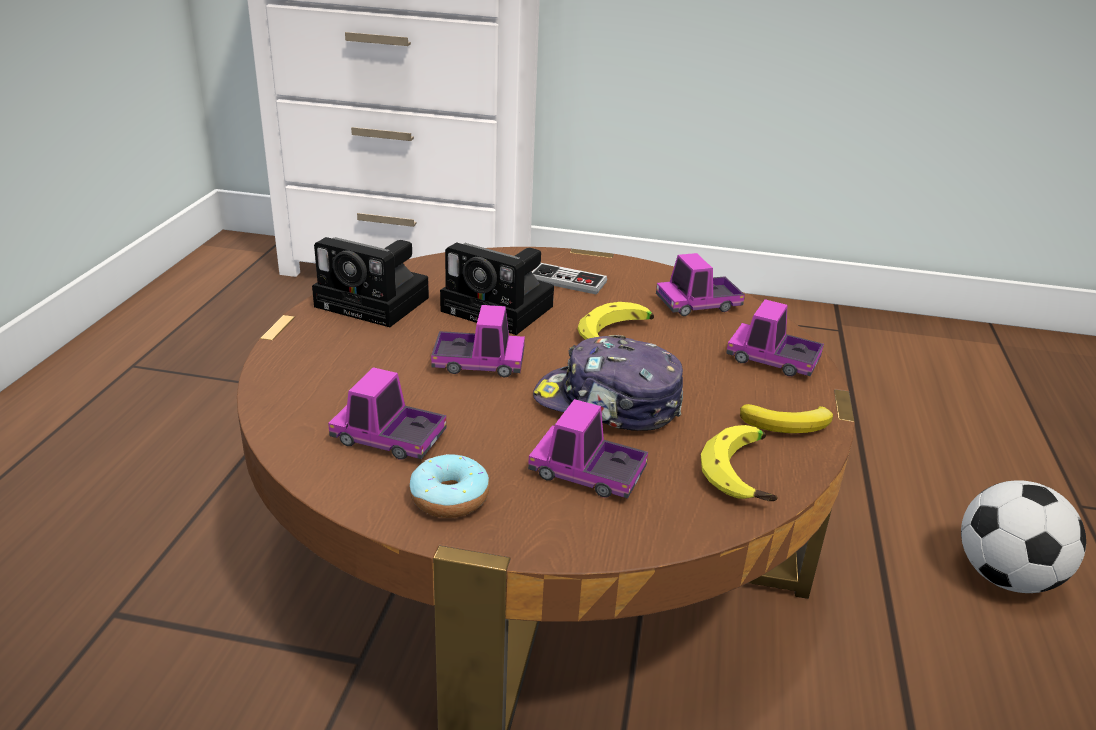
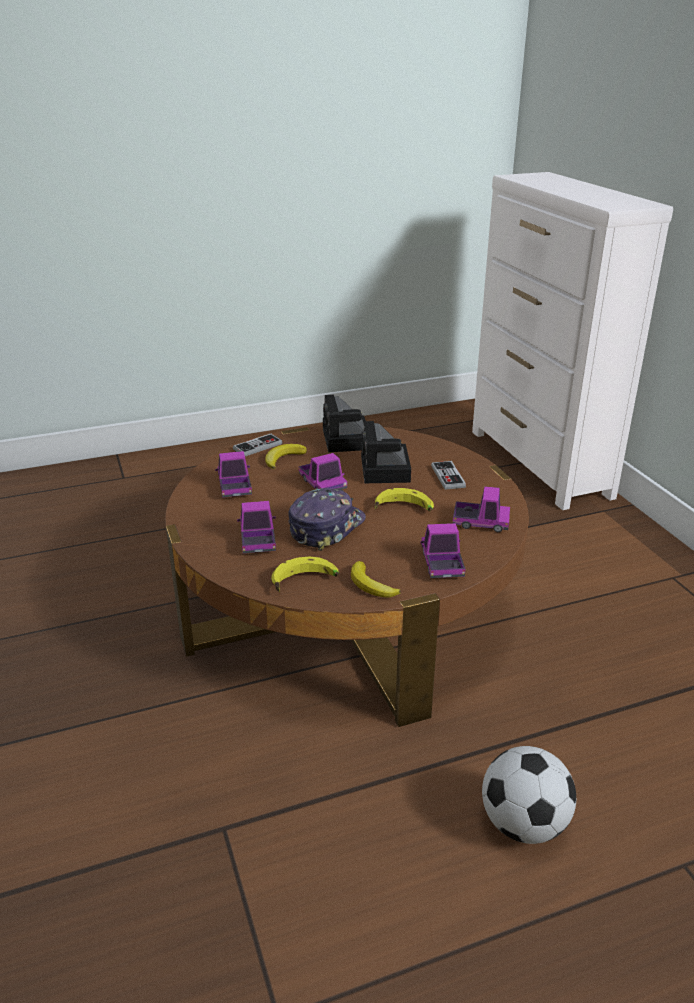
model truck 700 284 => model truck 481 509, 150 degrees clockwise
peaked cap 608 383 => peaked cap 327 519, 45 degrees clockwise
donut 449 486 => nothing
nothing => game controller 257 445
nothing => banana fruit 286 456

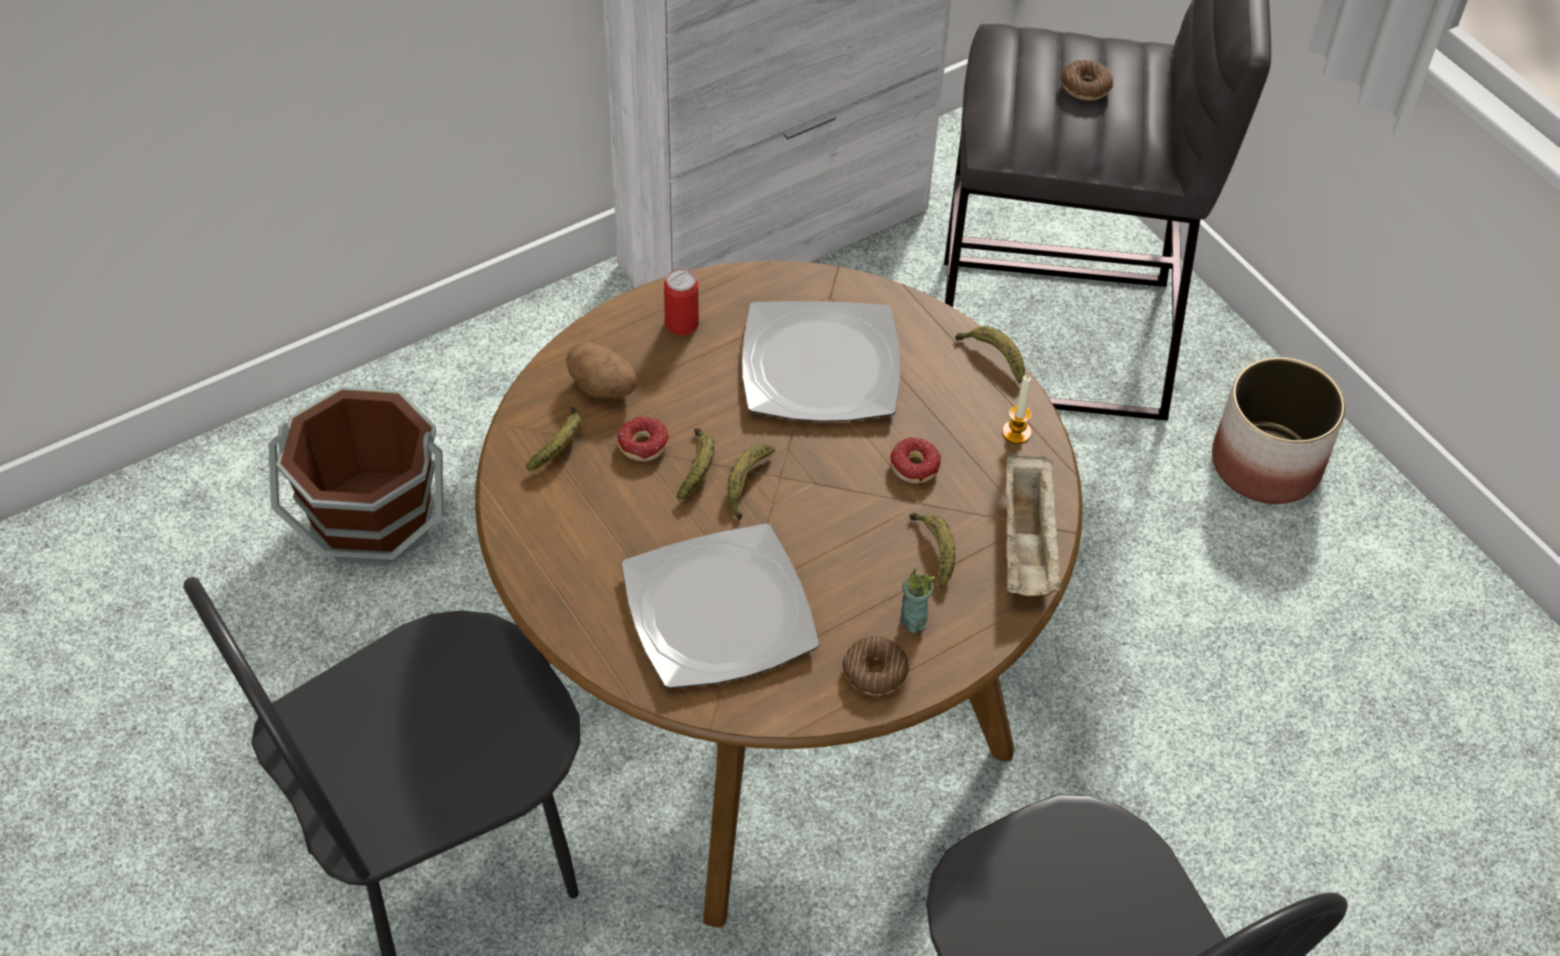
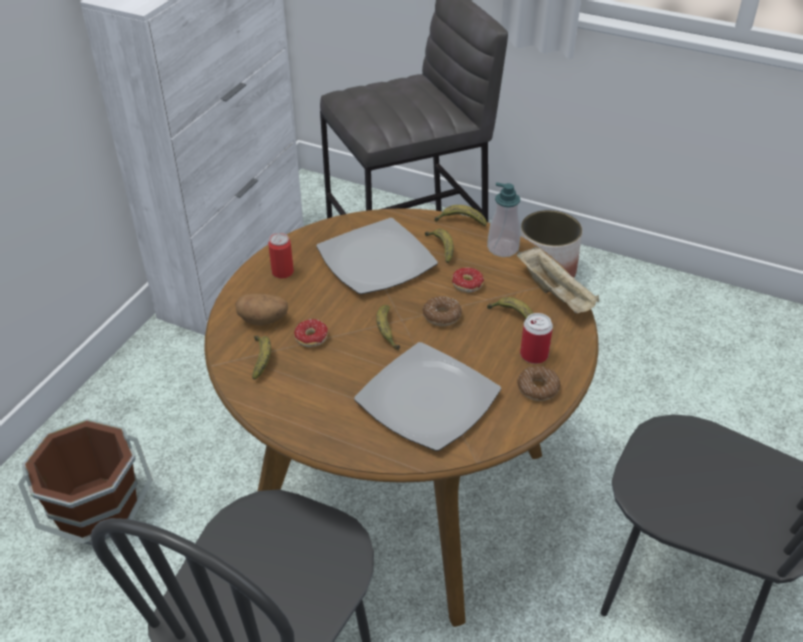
donut 1087 80 => donut 442 311, move
wax candle 1017 409 => soap dispenser 504 219
banana fruit 695 463 => banana fruit 439 246, move
cup 918 601 => can 536 338

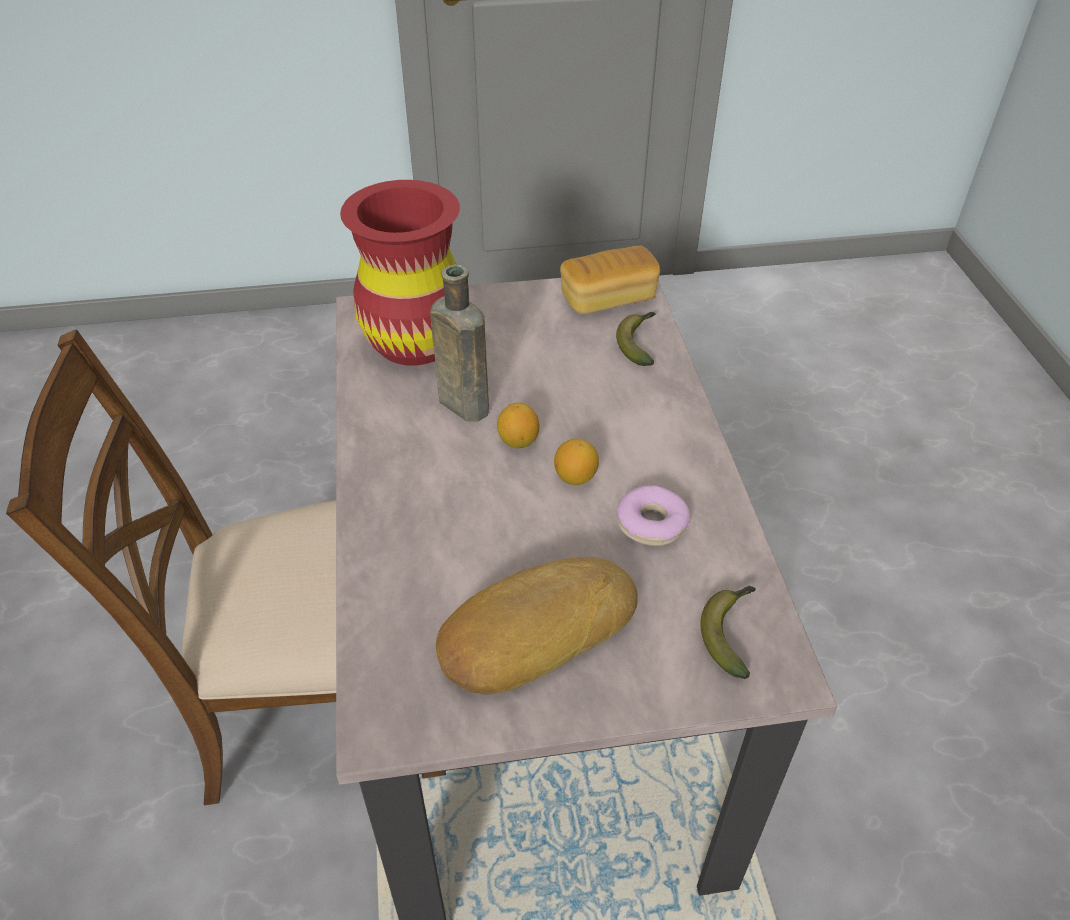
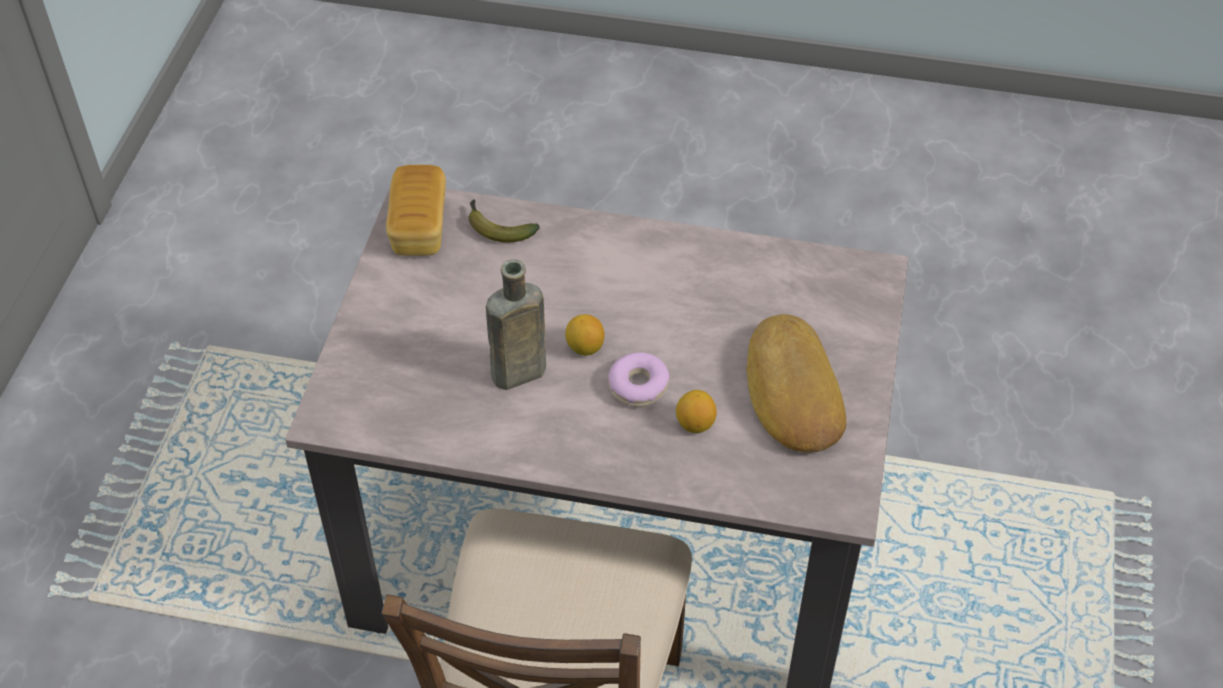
reddish vase 400 273 => nothing
lemon 576 461 => lemon 696 411, move
donut 654 515 => donut 639 379, move
banana fruit 728 632 => nothing

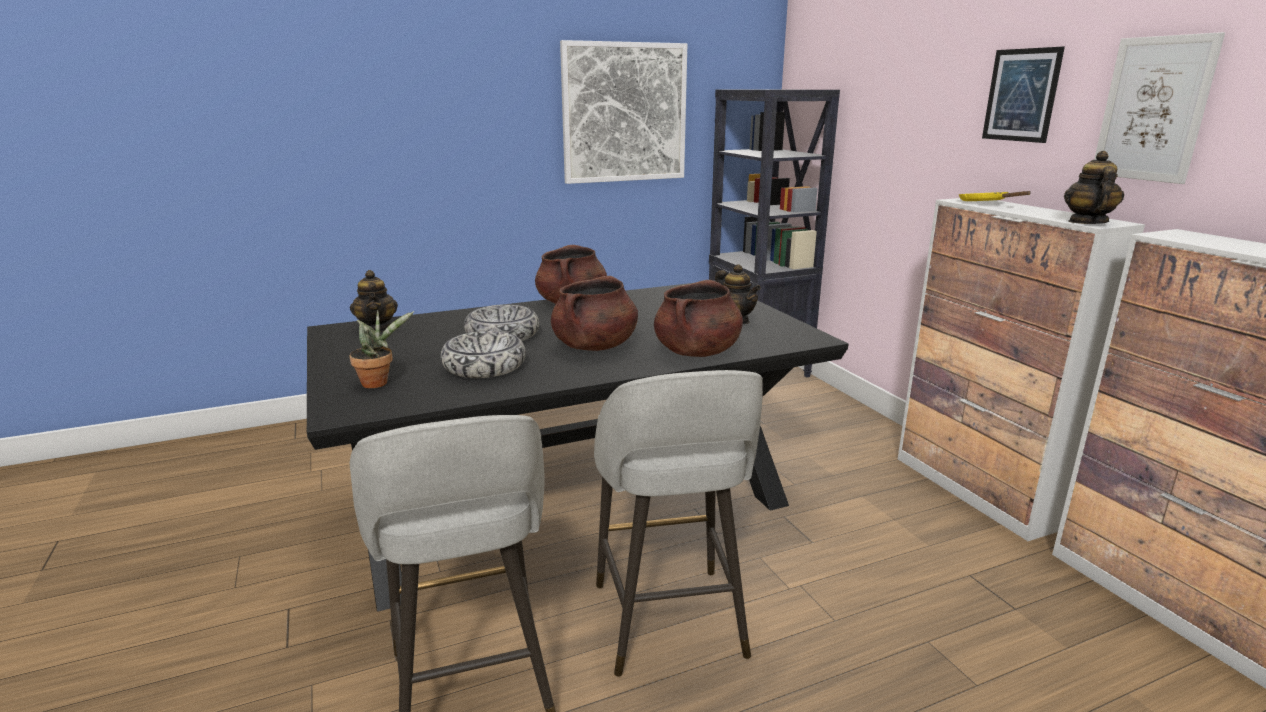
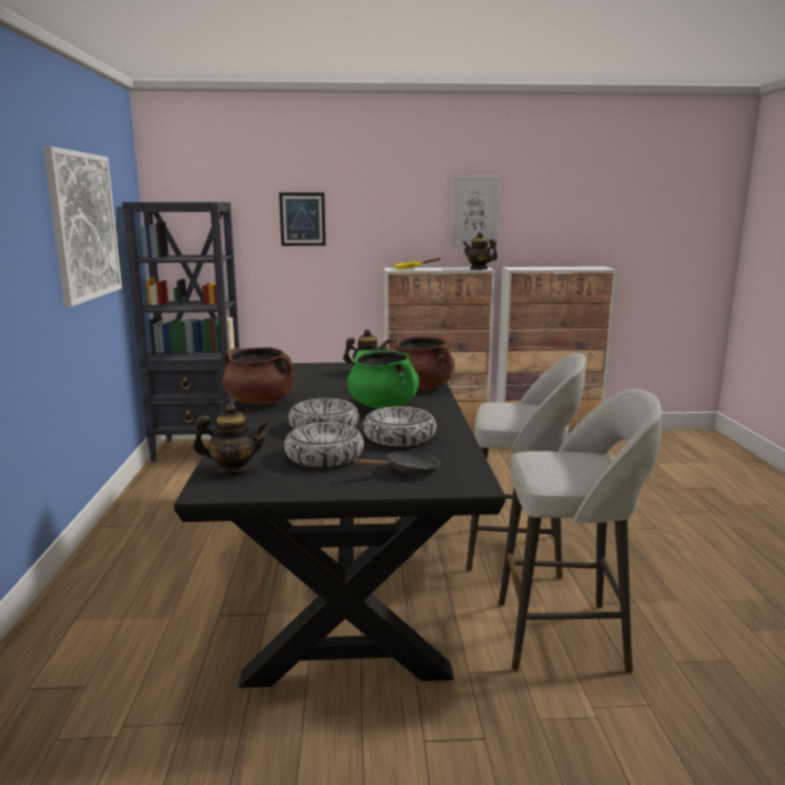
wall picture 1023 95 => wall picture 302 219, move
brown stockpot 594 313 => green stockpot 383 379
plant in a pot 381 349 => black-coloured pan 396 462
nothing => deep dish 324 444

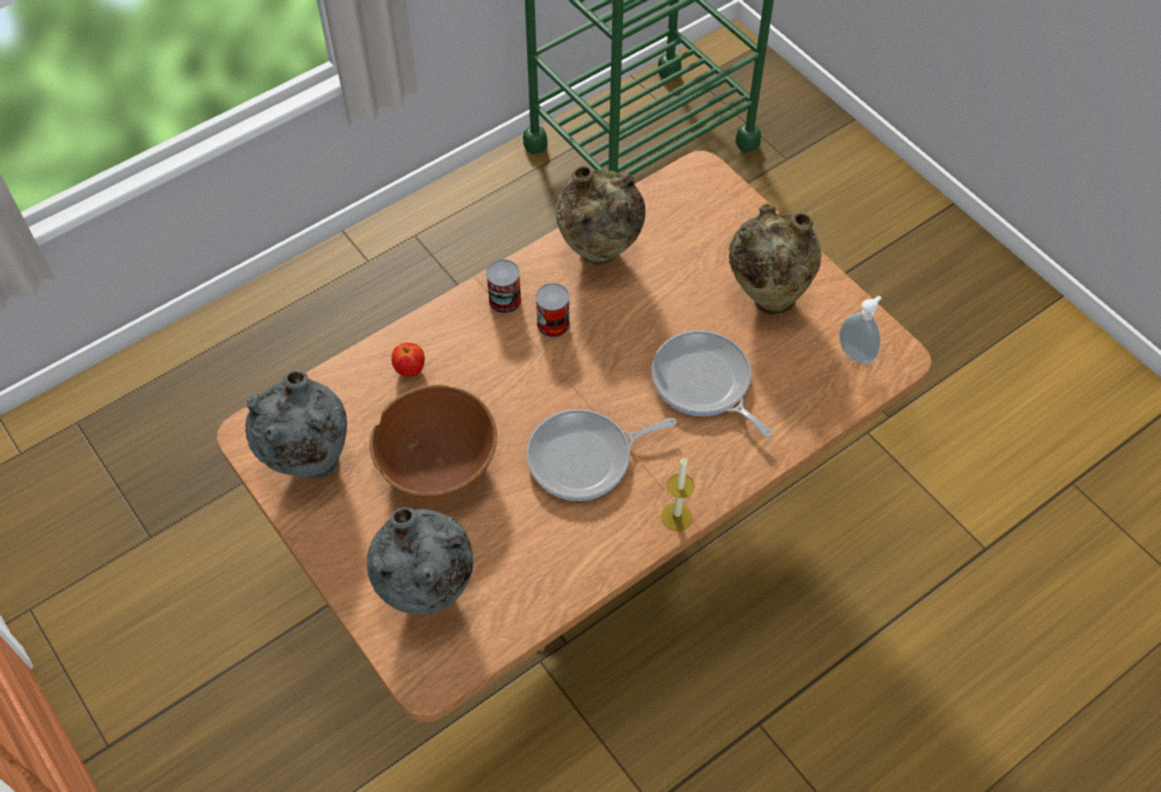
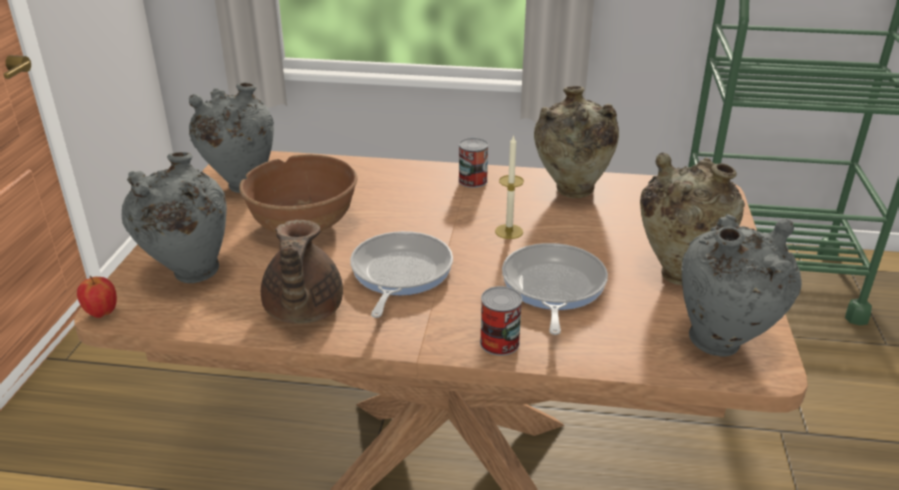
can 553 310 => can 501 321, move
soap dispenser 860 330 => greyish vase 741 285
apple fruit 408 359 => apple fruit 97 297, move
pan 601 455 => pan 401 274, 75 degrees clockwise
wax candle 678 494 => wax candle 509 187, move
nothing => brown pot for tea 302 272

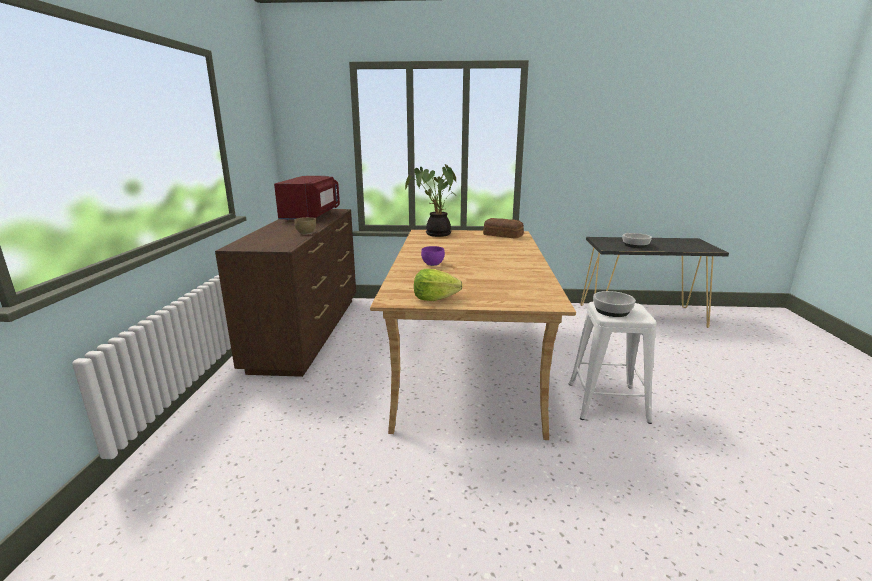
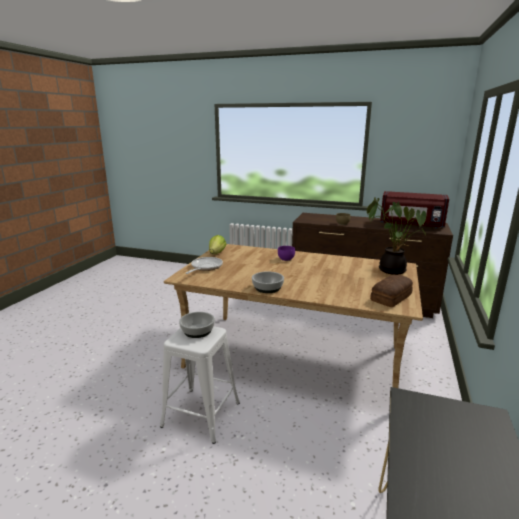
deep dish 637 240 => deep dish 268 282, move
nothing => pan 204 265

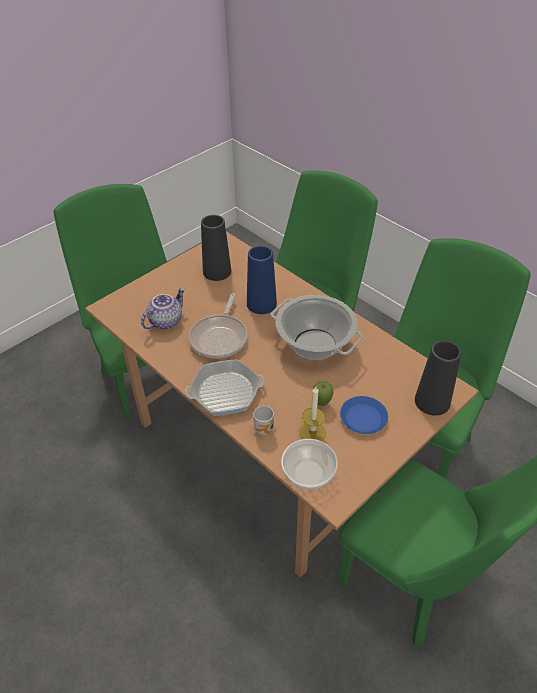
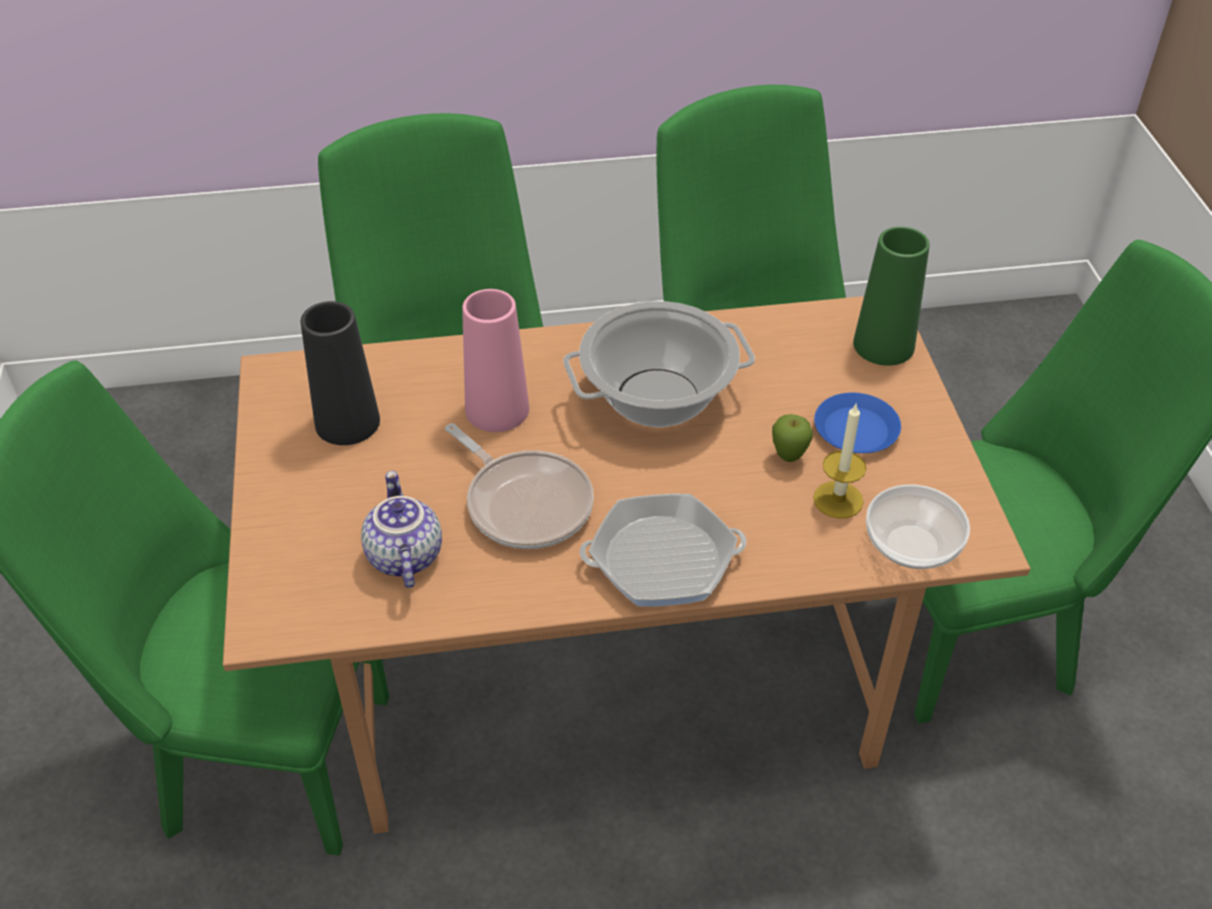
blue vase 262 280 => pinkish vase 495 360
black-coloured vase 438 378 => green vase 891 296
pan 224 387 => pan 663 550, 120 degrees counterclockwise
tea mug 263 420 => nothing

